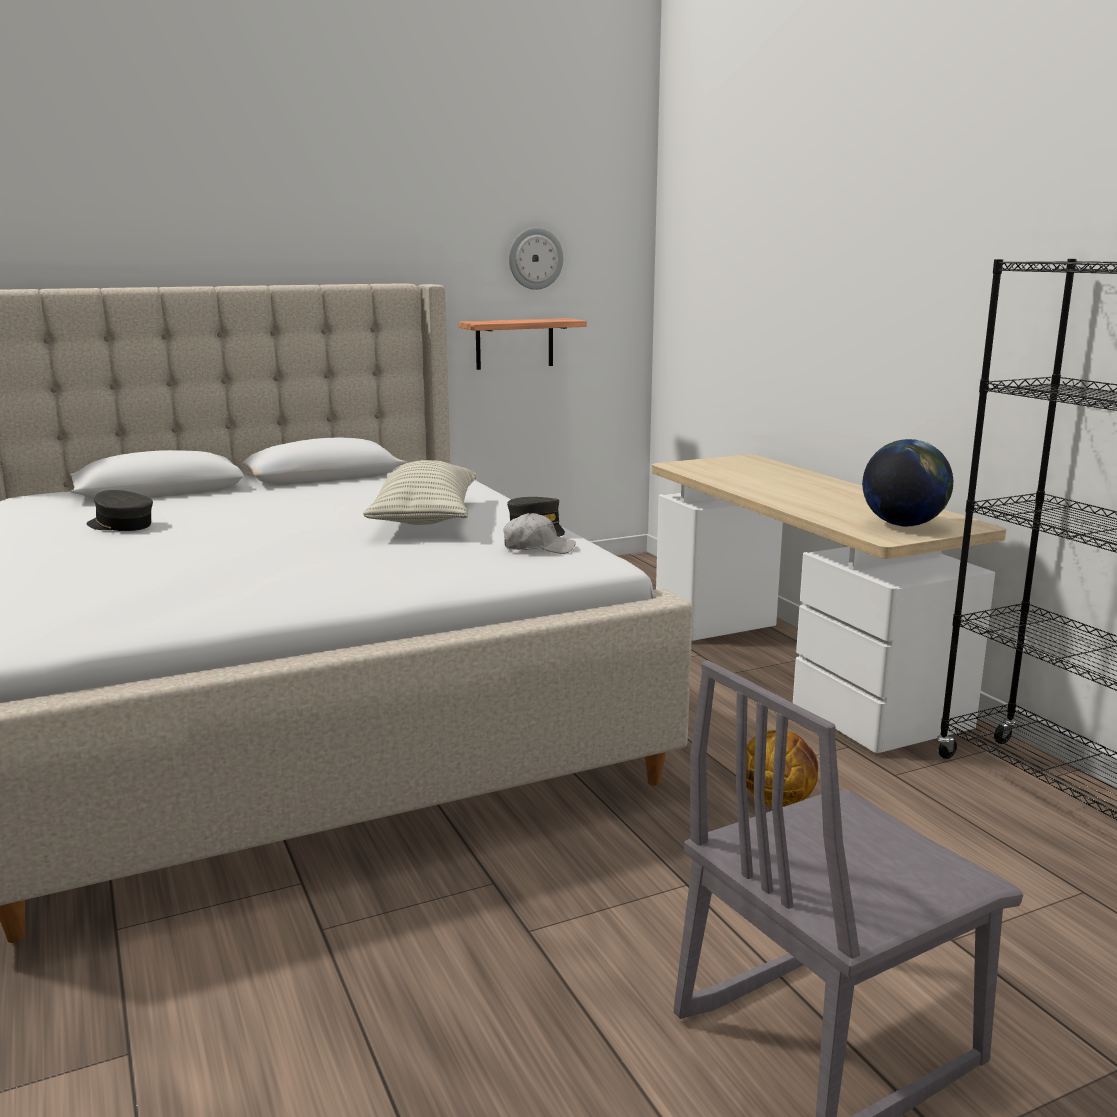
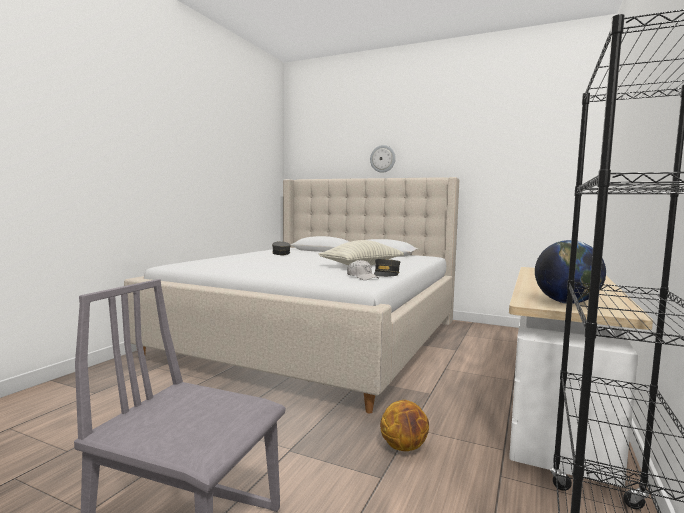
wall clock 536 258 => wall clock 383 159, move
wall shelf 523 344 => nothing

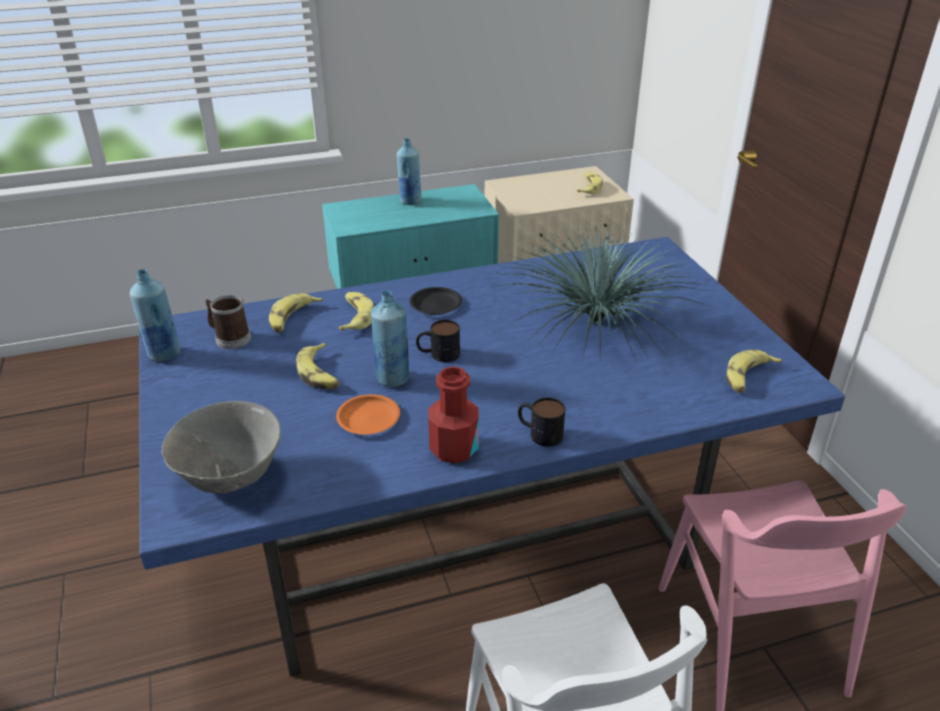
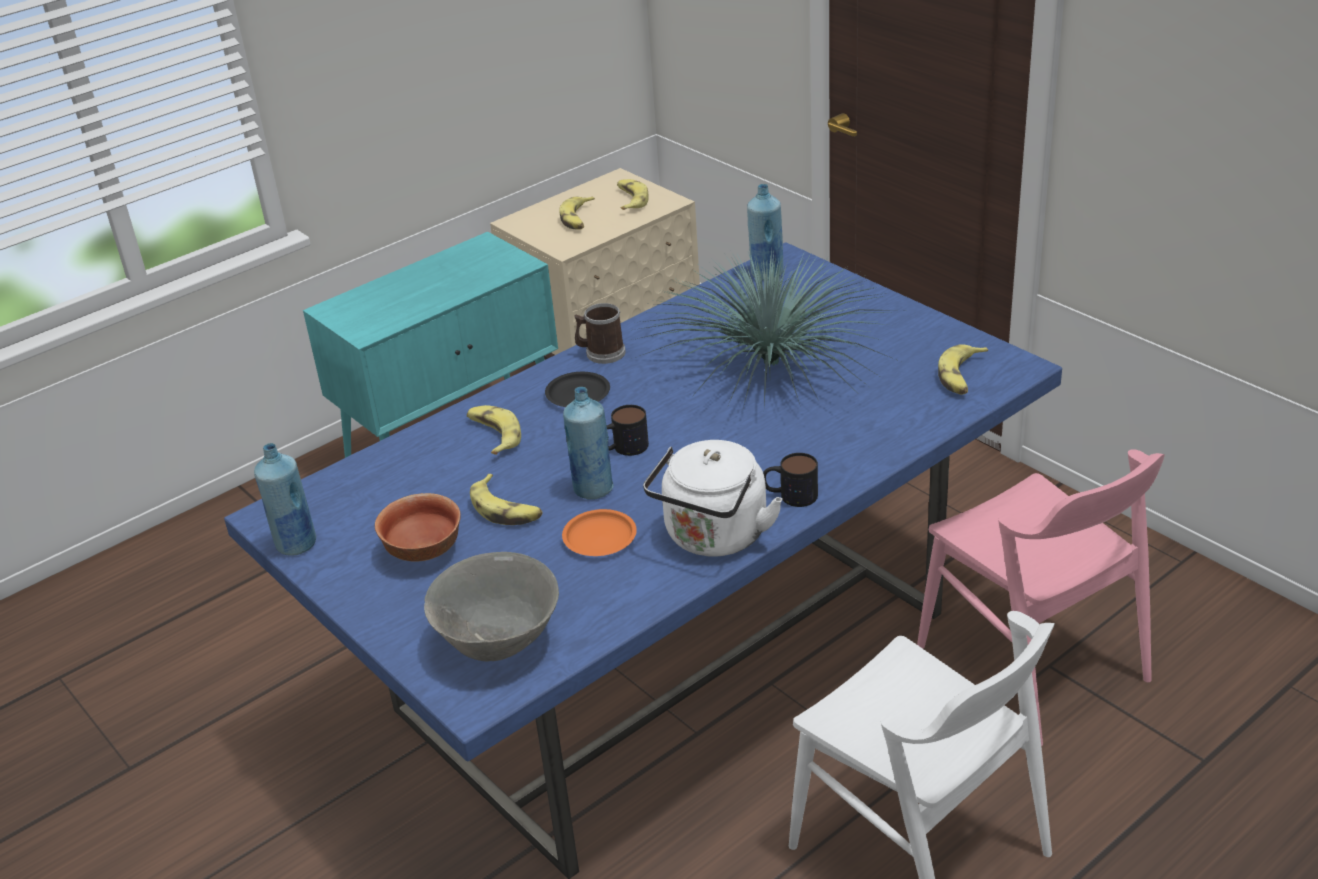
blue bottle 409 171 => blue bottle 765 232, move
banana fruit 296 313 => banana fruit 577 213, move
tea mug 228 322 => tea mug 600 333, move
reddish bottle 453 414 => white-coloured water kettle 713 498
nothing => deep dish 418 527

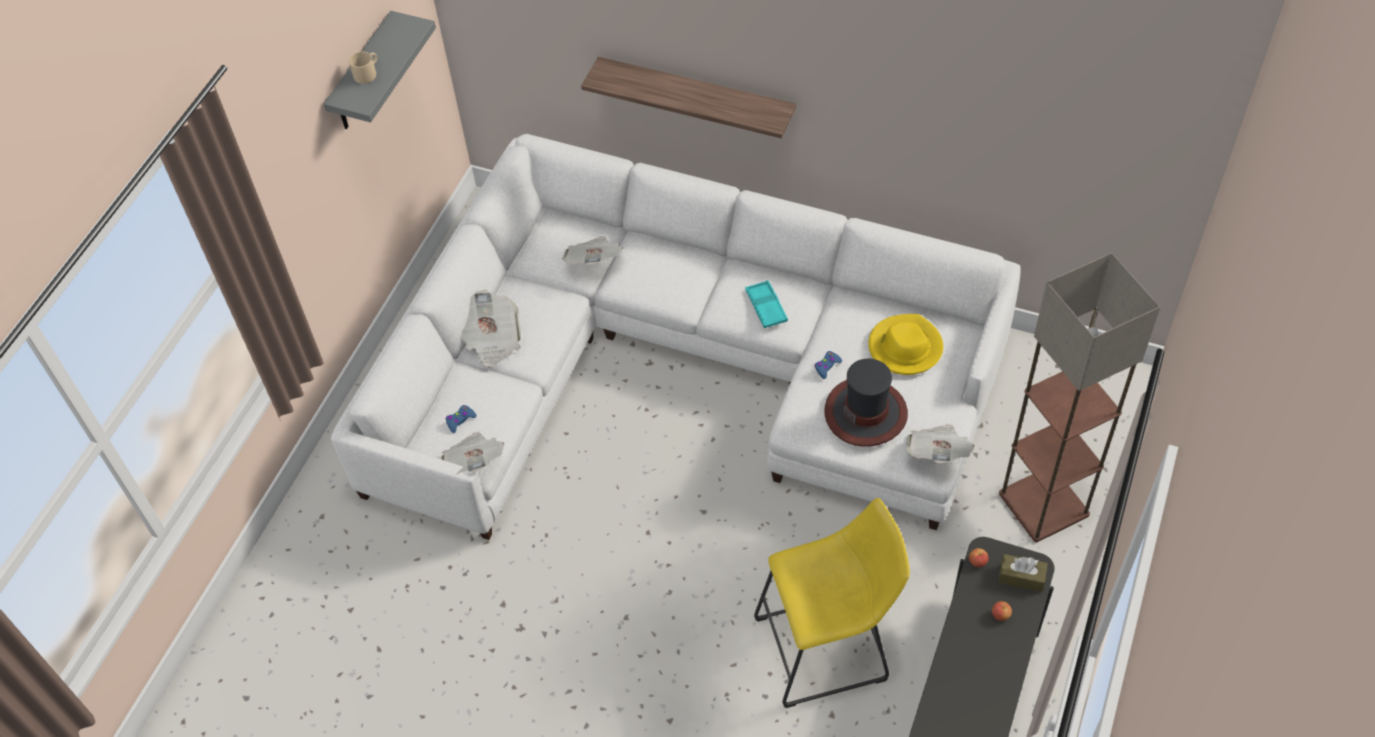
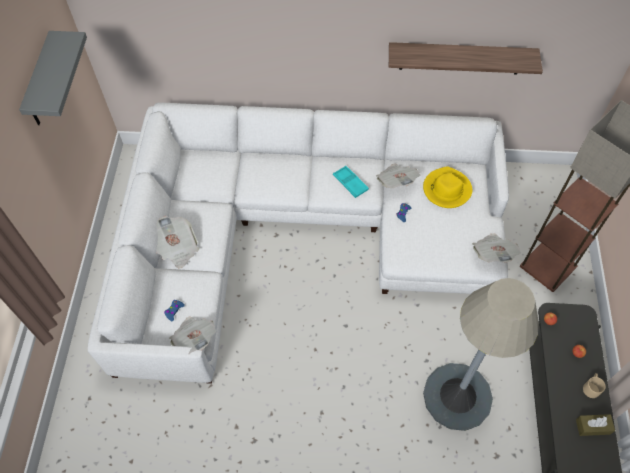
beige-coloured tea mug 363 67 => beige-coloured tea mug 594 385, move
wall shelf 688 97 => wall shelf 466 58, move
printed paper 593 250 => printed paper 398 176, move
wearable hat 866 402 => nothing
yellow stool seat 832 603 => greyish standard lamp 481 354
brown box of tissues 1023 573 => brown box of tissues 595 425, move

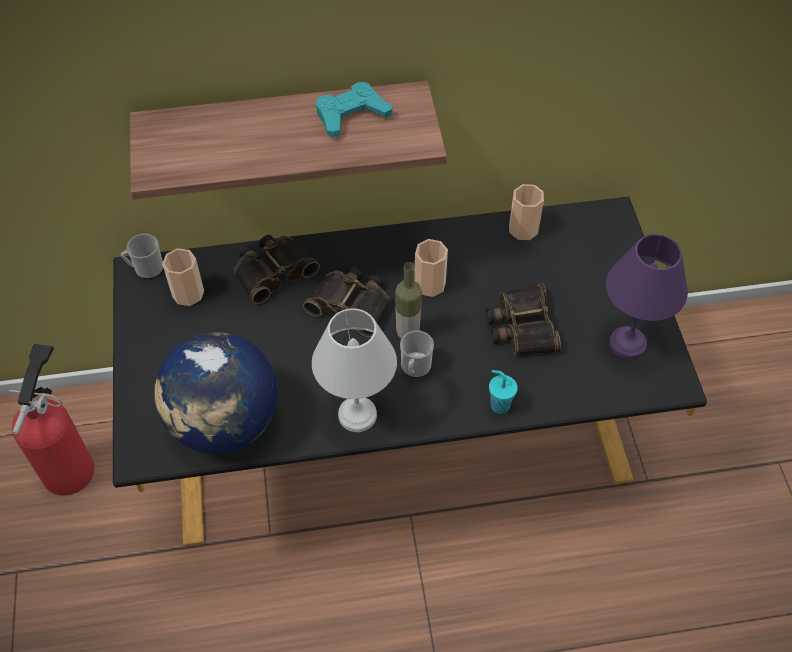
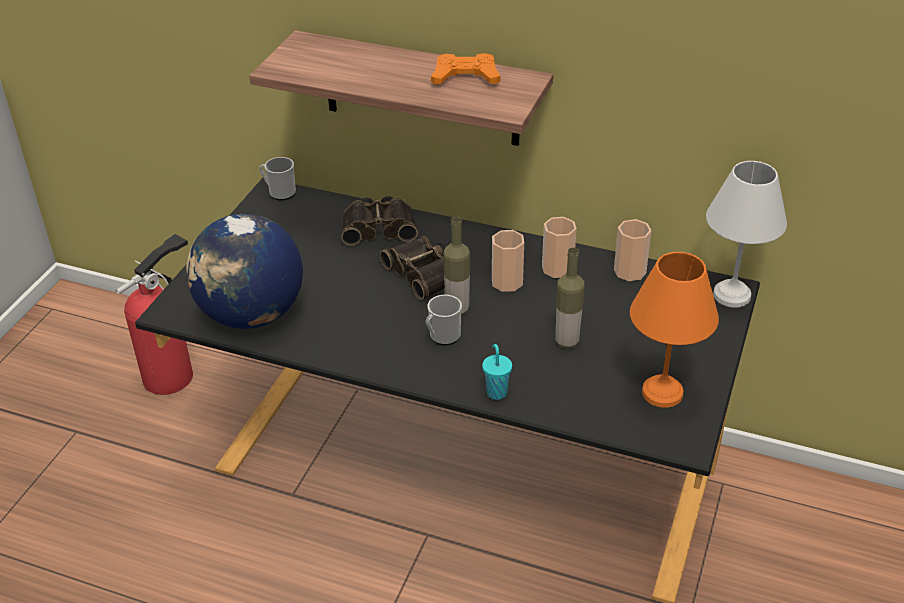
blue-green game controller 354 110 => orange-coloured game controller 465 68
purple-coloured table lamp 647 296 => orange-coloured table lamp 674 330
cup 183 277 => cup 559 247, move
pair of binoculars 523 319 => bottle 570 298
white-coloured table lamp 354 370 => white-coloured table lamp 746 234, move

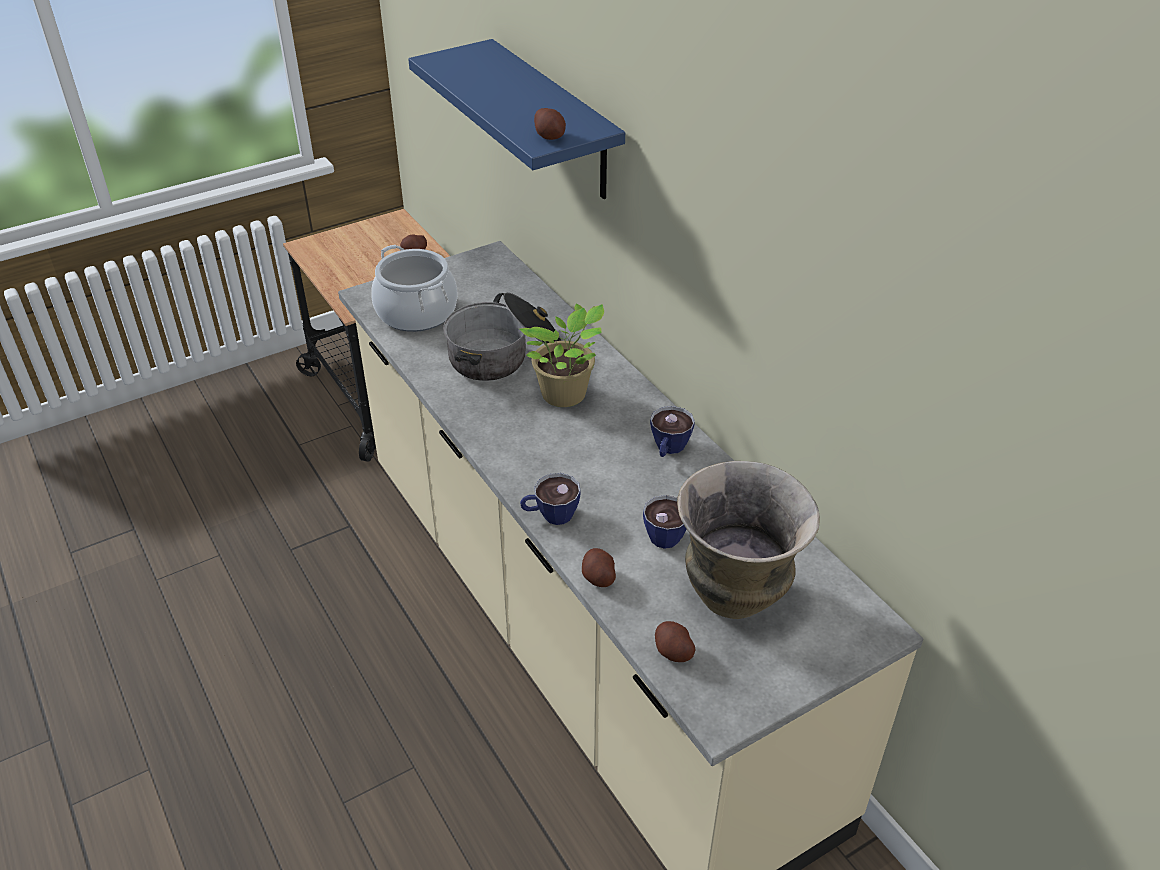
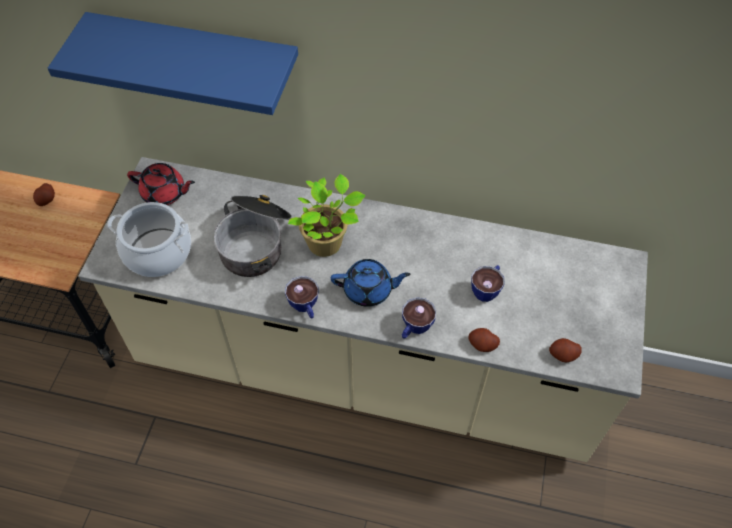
spud 550 124 => nothing
cup 672 431 => cup 302 297, move
vase 748 540 => nothing
nothing => reddish pot for tea 161 184
nothing => blue pot for tea 371 283

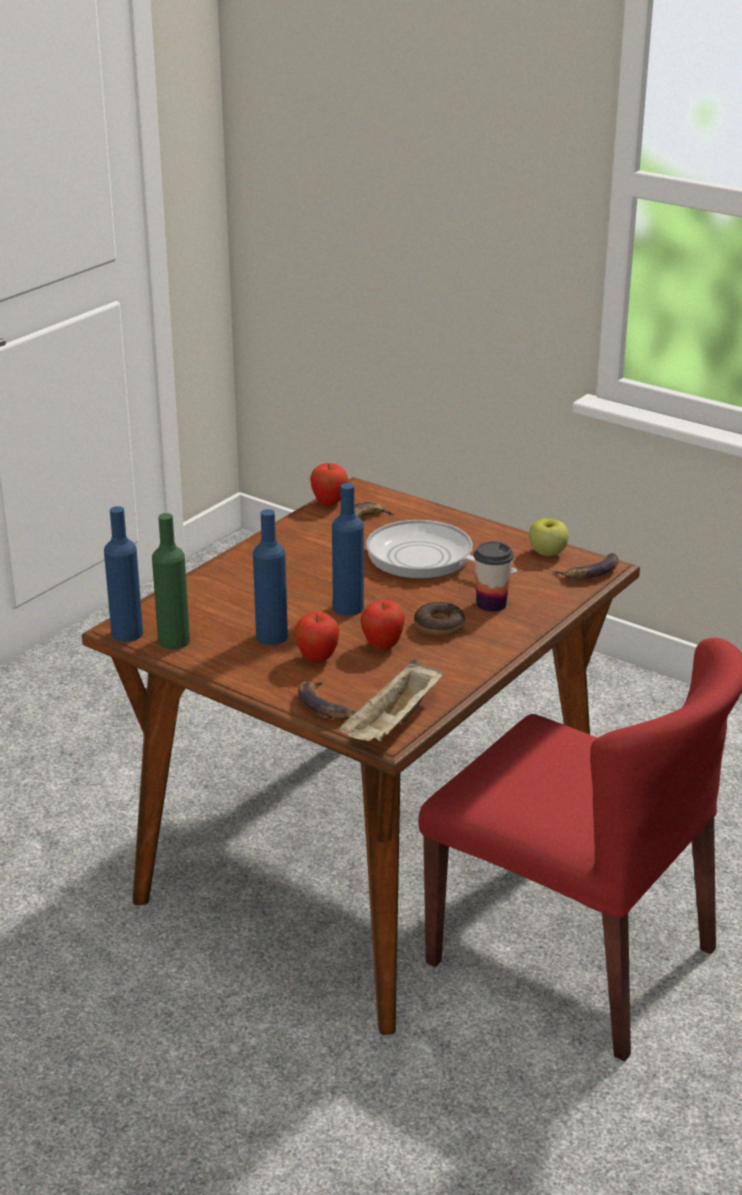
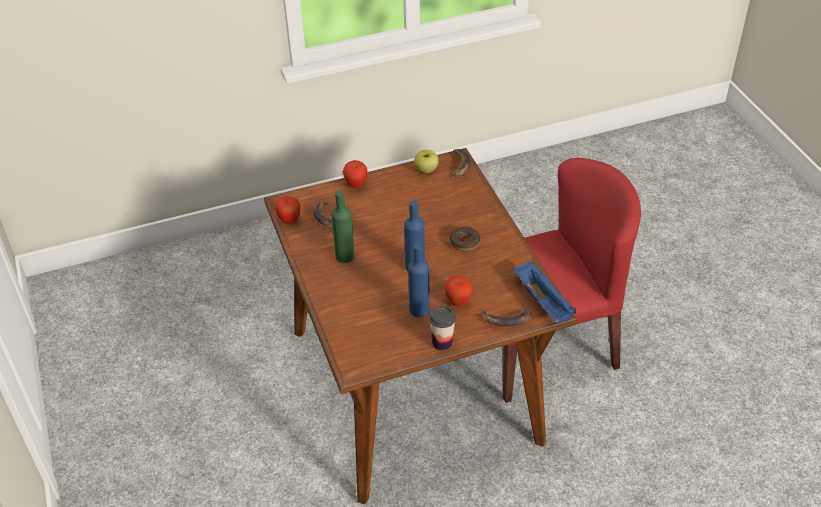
blue bottle 123 574 => nothing
green bottle 171 581 => green bottle 343 226, move
pan 441 549 => nothing
cup 494 576 => cup 442 328, move
apple fruit 382 625 => apple fruit 355 174, move
beige-coloured serving tray 391 701 => blue serving tray 544 292

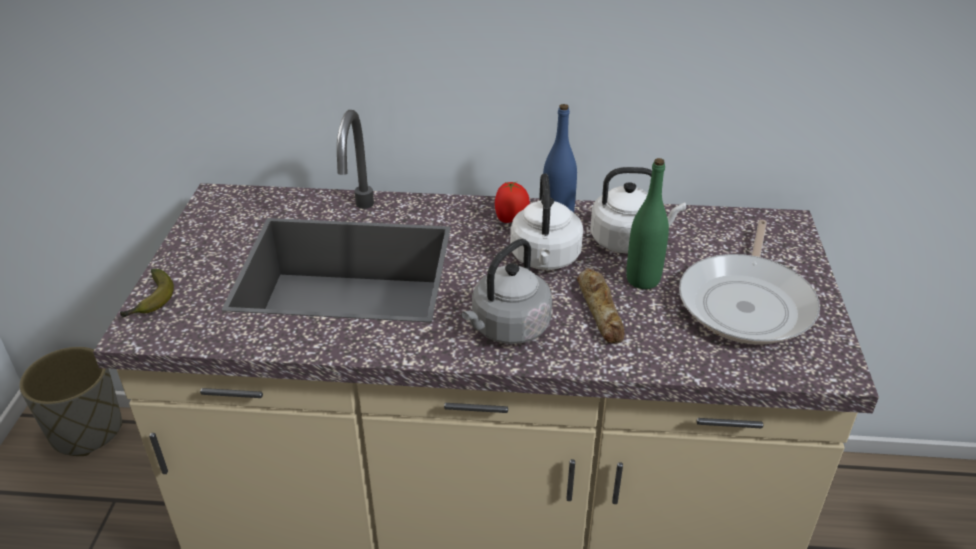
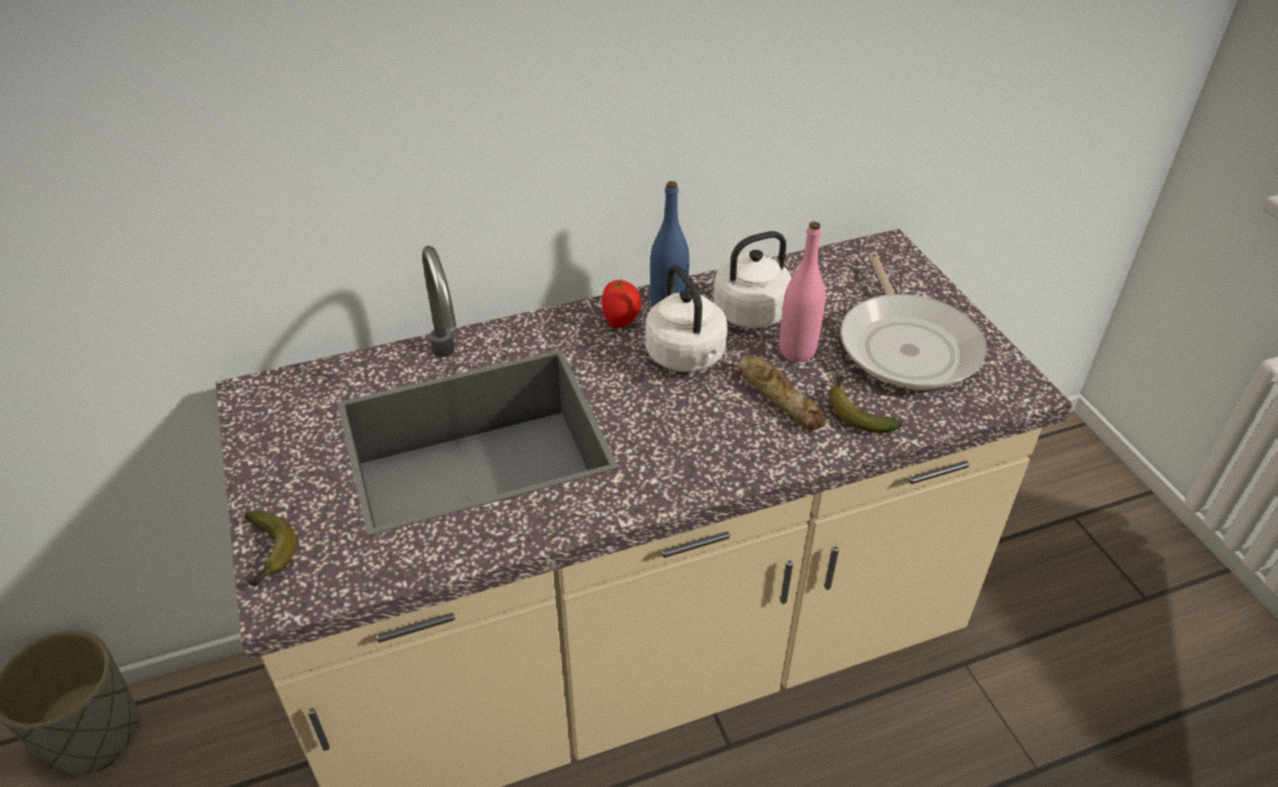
green bottle 647 223 => pinkish bottle 802 291
greyish water kettle 507 291 => nothing
nothing => banana fruit 866 404

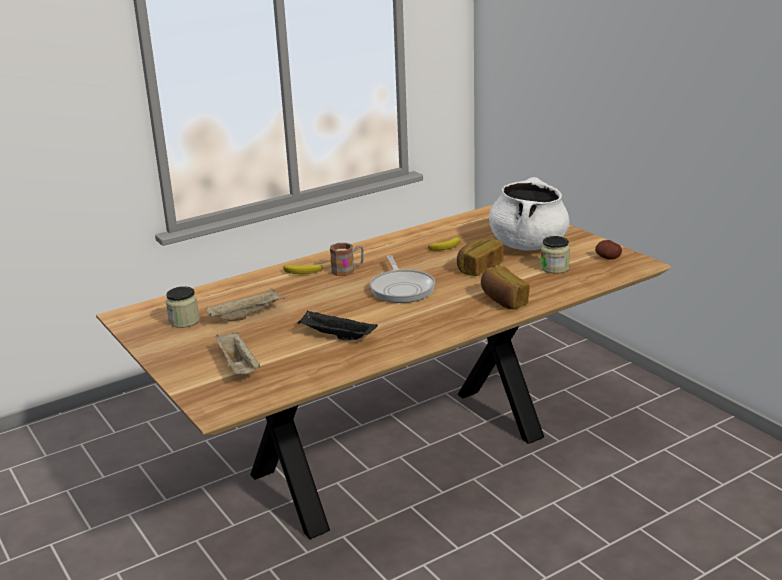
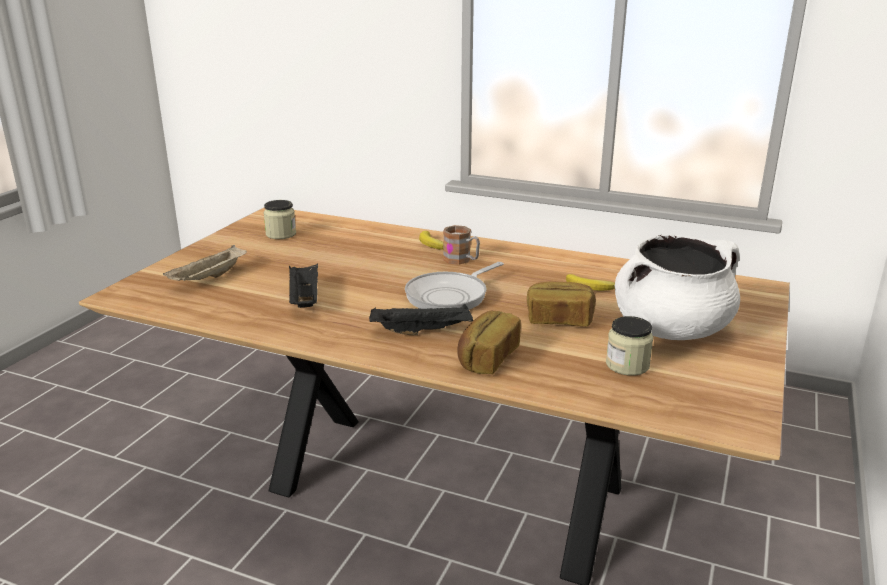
spud 608 250 => nothing
beige-coloured serving tray 246 304 => nothing
nothing => black-coloured serving tray 421 319

